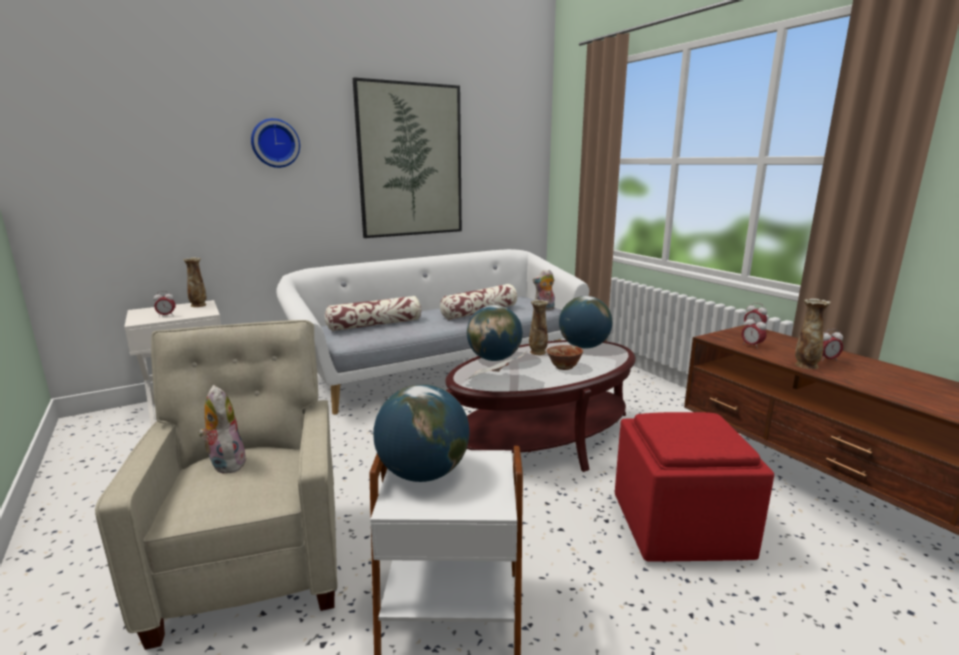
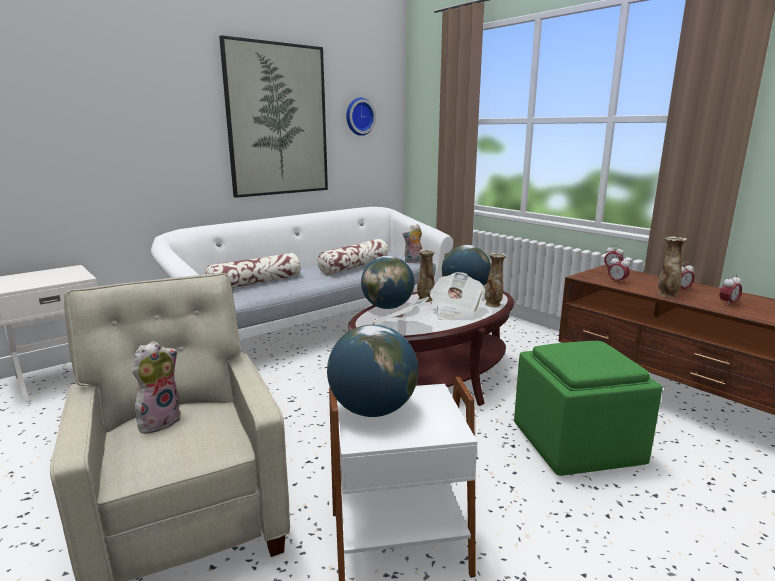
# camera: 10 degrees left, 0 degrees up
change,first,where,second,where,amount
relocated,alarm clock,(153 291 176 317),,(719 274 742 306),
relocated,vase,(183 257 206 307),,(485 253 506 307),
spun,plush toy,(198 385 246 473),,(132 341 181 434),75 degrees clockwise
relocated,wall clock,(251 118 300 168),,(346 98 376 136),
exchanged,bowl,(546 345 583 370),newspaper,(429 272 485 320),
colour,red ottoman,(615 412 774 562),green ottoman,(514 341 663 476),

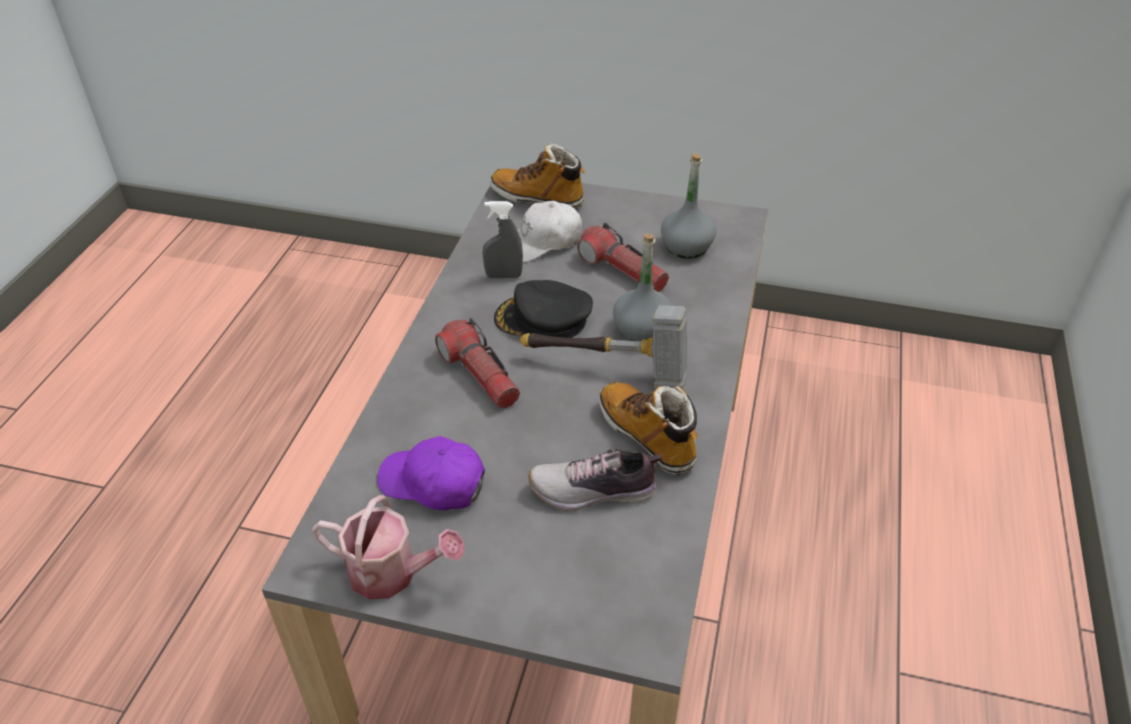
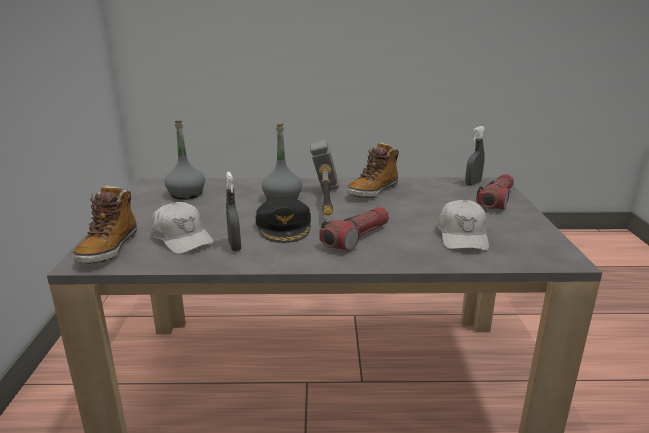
# camera: 105 degrees left, 20 degrees down
change,first,where,second,where,amount
missing,watering can,(312 495 465 599),,,
colour,purple cap,(377 436 485 510),white cap,(438 199 489 251),
missing,shoe,(529 449 662 511),,,
relocated,flashlight,(577 223 669 292),,(476 174 514 210),
appeared,,,grey spray bottle,(465 126 485 186),

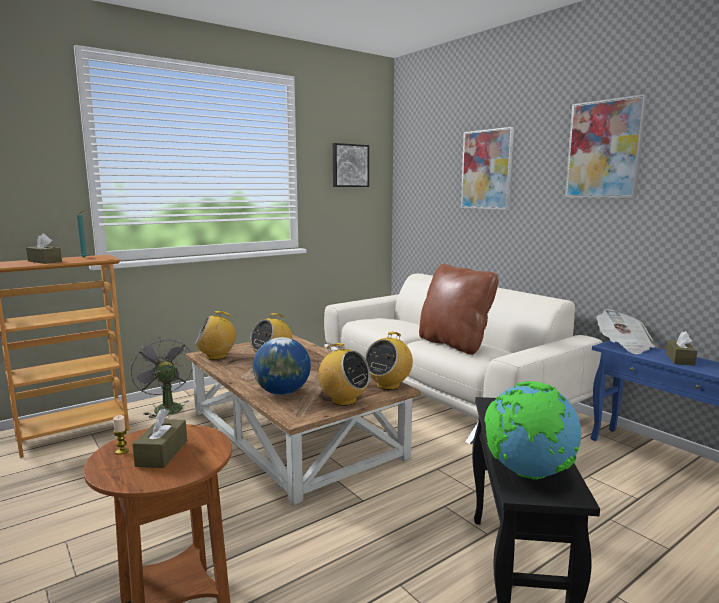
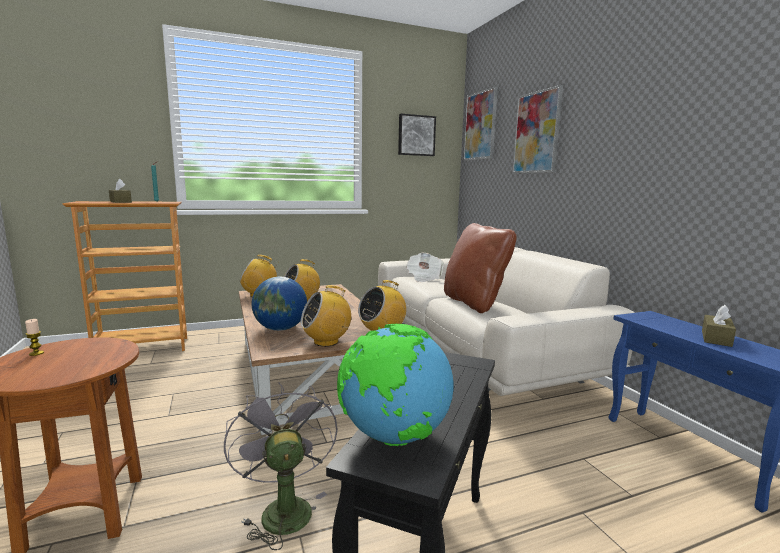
# camera: 15 degrees right, 0 degrees up
change,first,where,second,where,amount
relocated,grey fan,(130 336 192 419),,(224 383 338 550),
missing,brown tissue box,(132 409 187 468),,,
spun,radio,(314 343 370 406),,(301 285 351 347),105 degrees clockwise
relocated,picture,(565 94 647 198),,(464 86 498 160),
relocated,newspaper,(596 309 655 354),,(406 253 444 282),

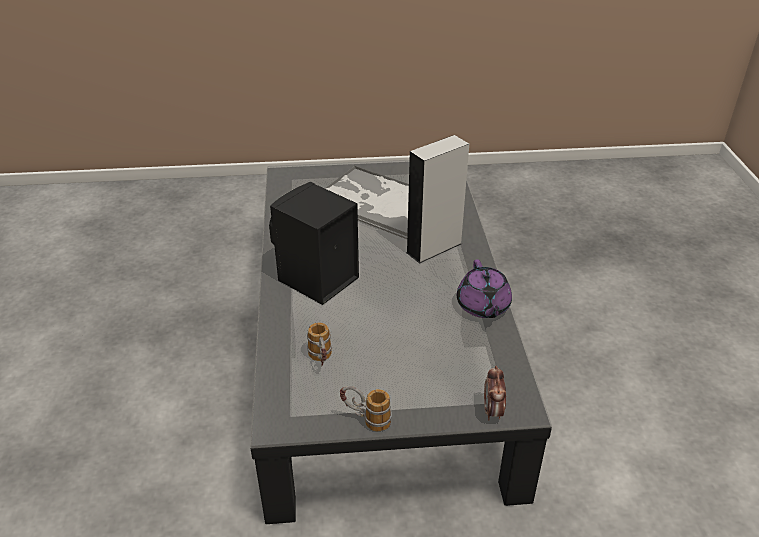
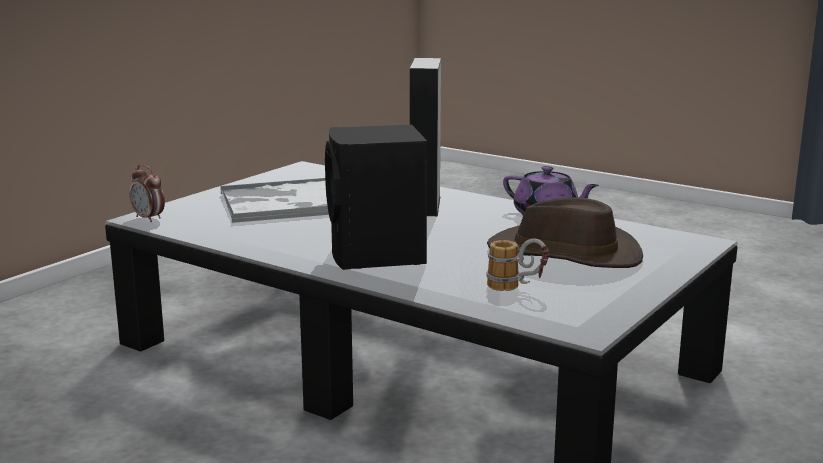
# camera: 50 degrees left, 20 degrees down
change,first,where,second,where,amount
missing,mug,(340 386 392 431),,,
relocated,alarm clock,(484 366 506 421),,(129 164 165 222),
appeared,,,brown hat,(487 197 643 268),

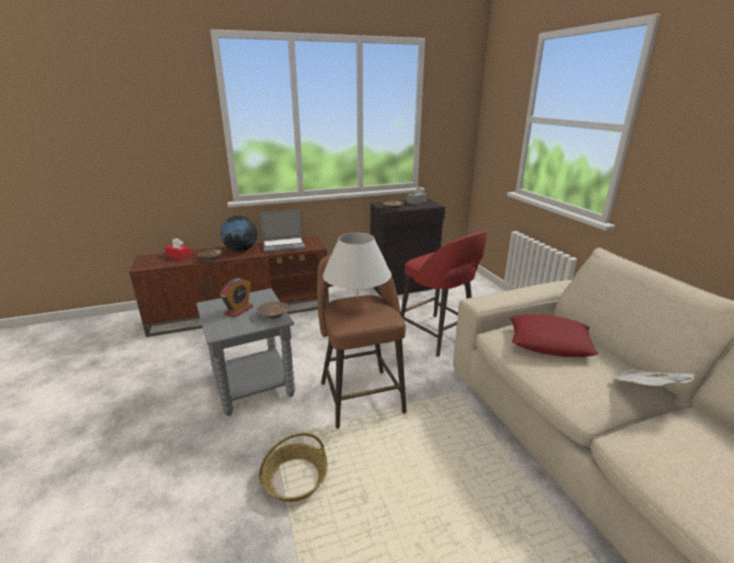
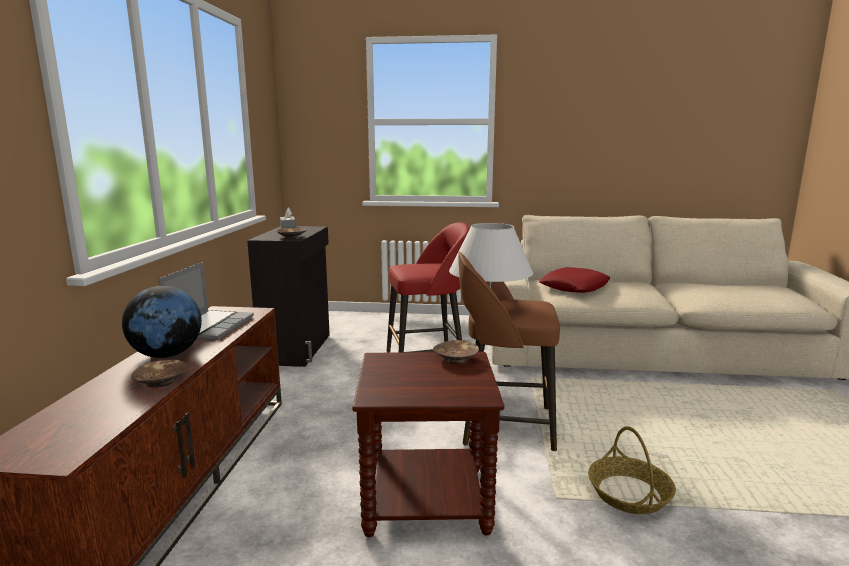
# camera: 65 degrees left, 10 degrees down
change,first,where,second,where,amount
missing,red tissue box,(165 238 191 260),,,
colour,grey side table,(196 289 295 416),brown side table,(352 352 505 537),
missing,alarm clock,(220 278 253 317),,,
missing,newspaper,(611 369 697 386),,,

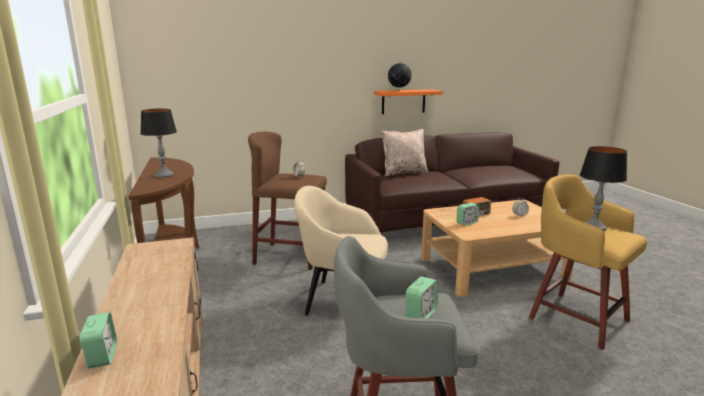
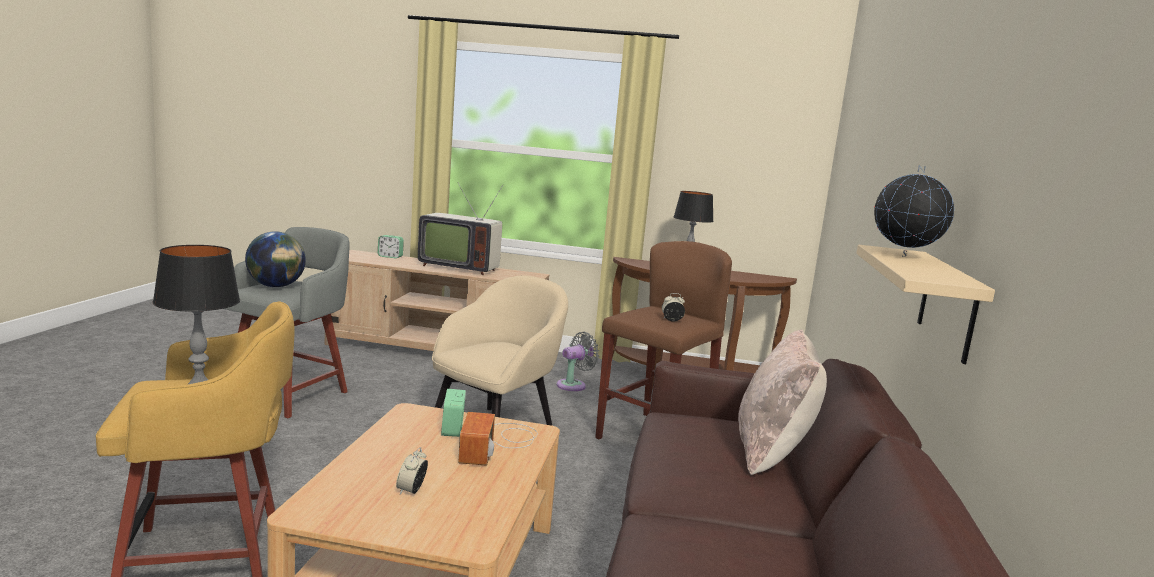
# camera: 115 degrees right, 5 degrees down
change,first,where,second,where,amount
colour,orange shelf,(374 89 443 114),beige shelf,(856 245 995 364),
exchanged,alarm clock,(406 276 438 318),globe,(245 231 306 287),
appeared,,,television,(418 183 503 275),
appeared,,,grey fan,(557 332 599 391),

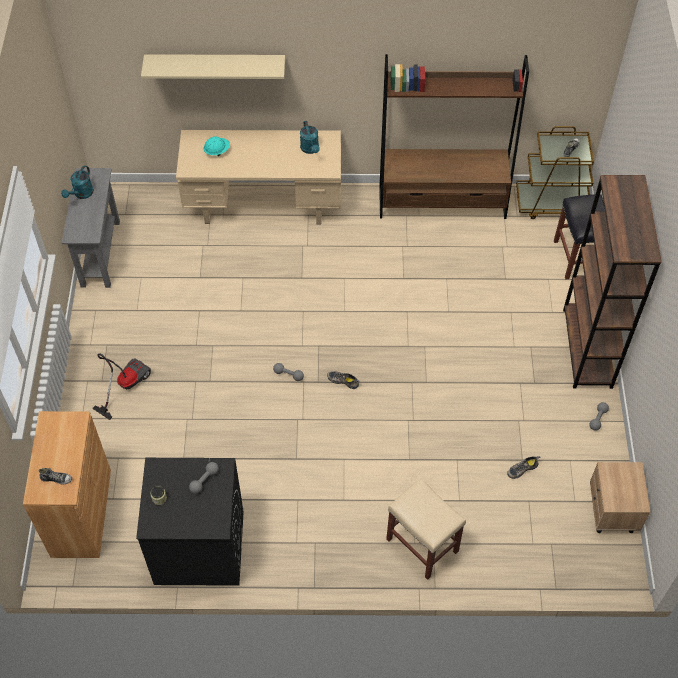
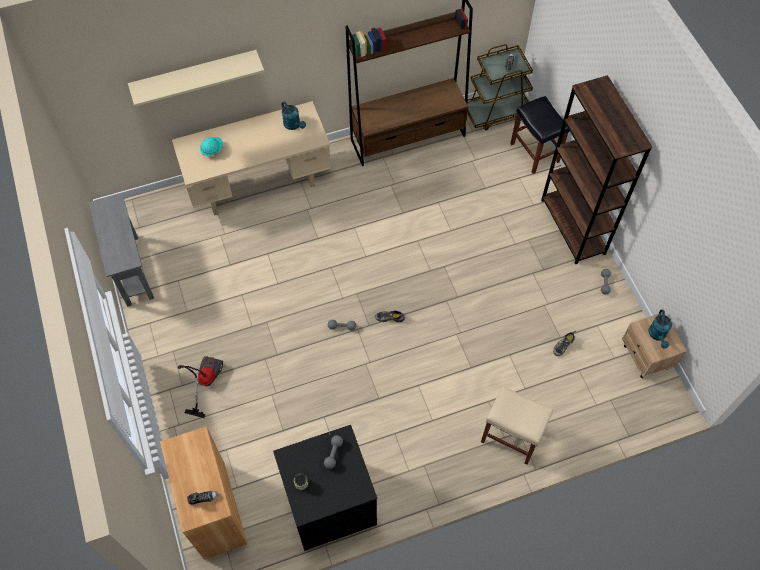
# camera: 20 degrees left, 5 degrees up
change,first,where,second,where,amount
relocated,turquoise watering can,(61 165 94 199),,(648 310 672 349),

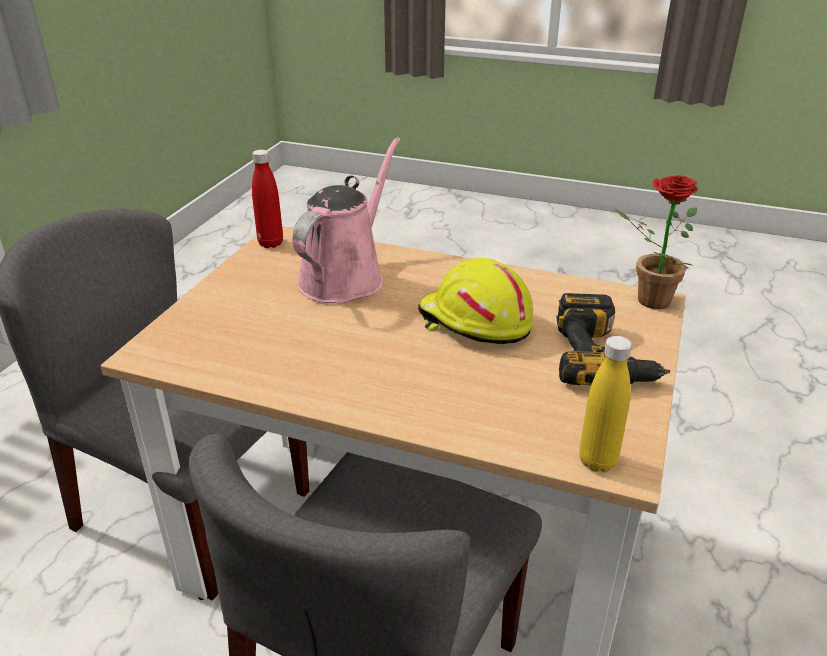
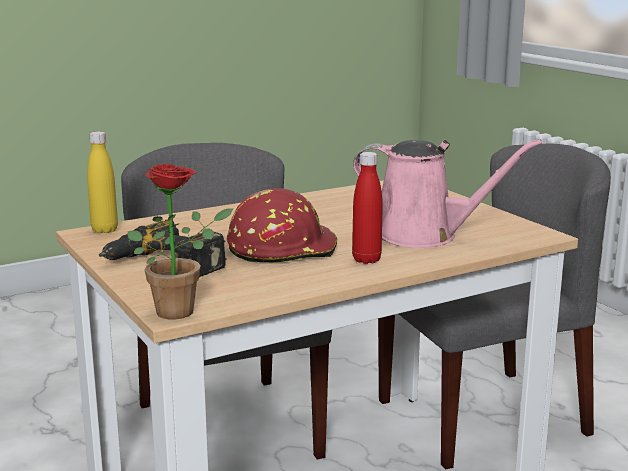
# camera: 130 degrees right, 15 degrees down
change,first,where,second,where,amount
relocated,red bottle,(252 150 283 248),,(352 152 383 264),
spun,pink watering can,(293 137 400 303),,(353 139 542 248),45 degrees counterclockwise
colour,yellow hard hat,(418 258 533 344),red hard hat,(227 188 338 262),

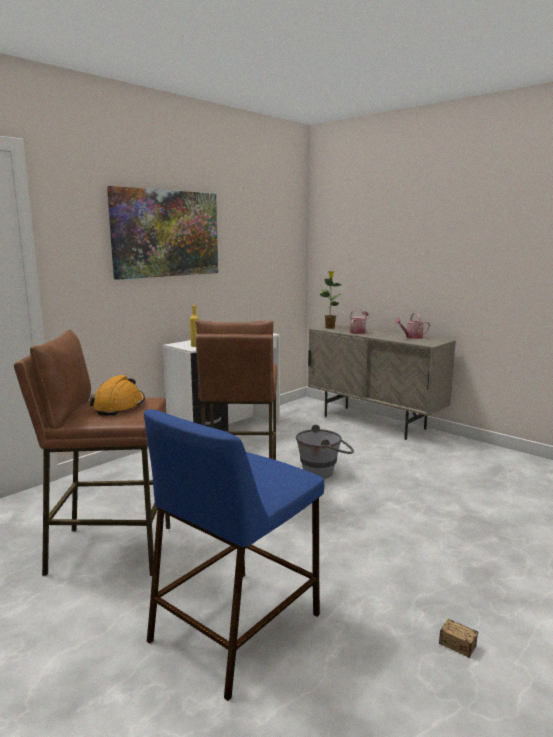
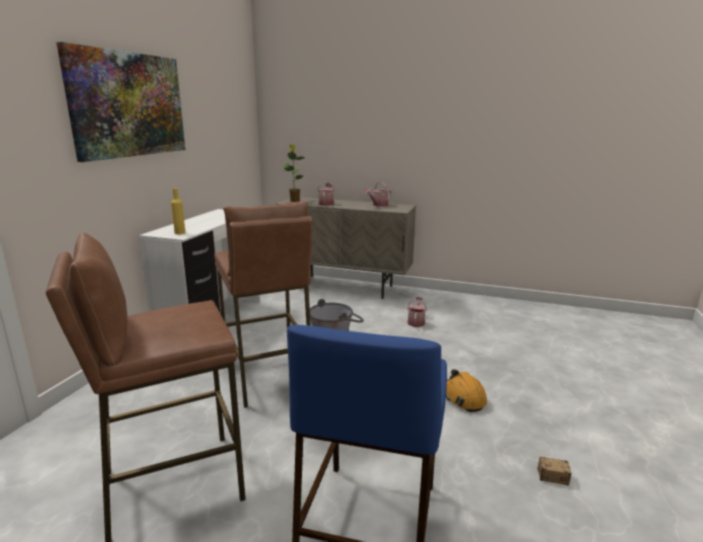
# camera: 25 degrees left, 5 degrees up
change,first,where,second,where,amount
relocated,orange hard hat,(90 375 145 416),,(446 369 487 412),
appeared,,,watering can,(407 297 427 327),

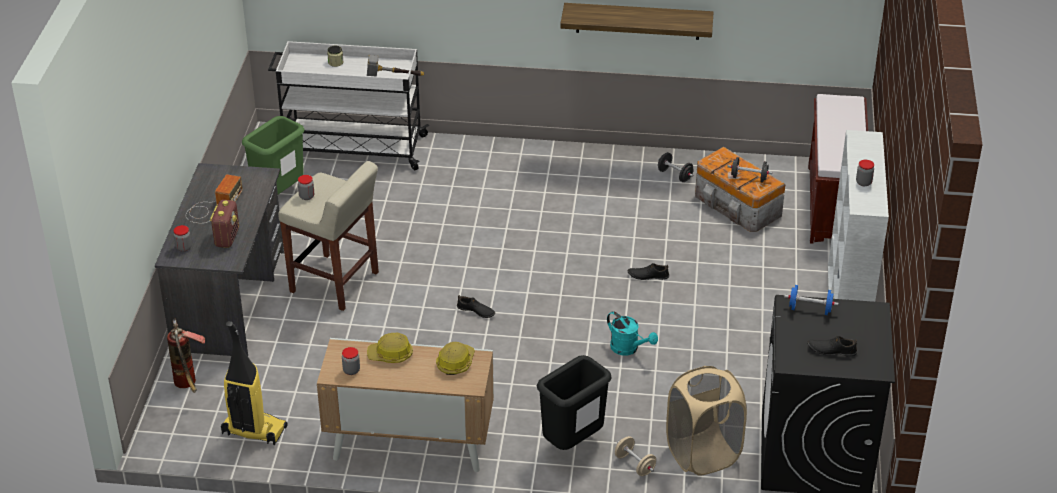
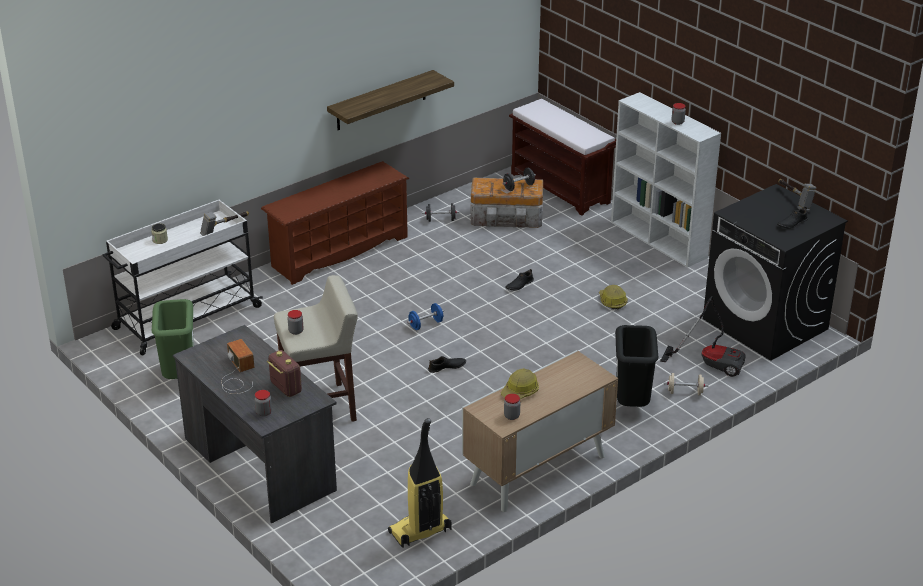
# camera: 45 degrees left, 5 degrees down
change,first,where,second,where,amount
missing,fire extinguisher,(167 319 205 393),,,
relocated,hard hat,(436 342 475 375),,(599 285 628 309),
missing,turquoise watering can,(607 311 658 356),,,
exchanged,beige laundry basket,(666 366 747 476),vacuum cleaner,(660 296 746 377),
relocated,blue dumbbell,(784 285 838 315),,(407 303 444 330),
appeared,,,brown shoe rack,(261 161 409 285),
appeared,,,hammer,(778 179 816 212),

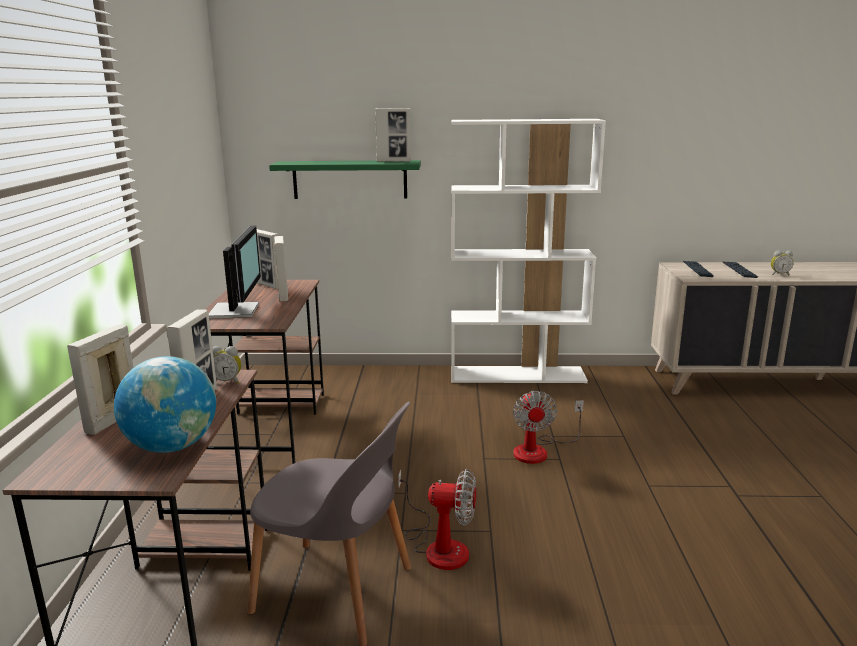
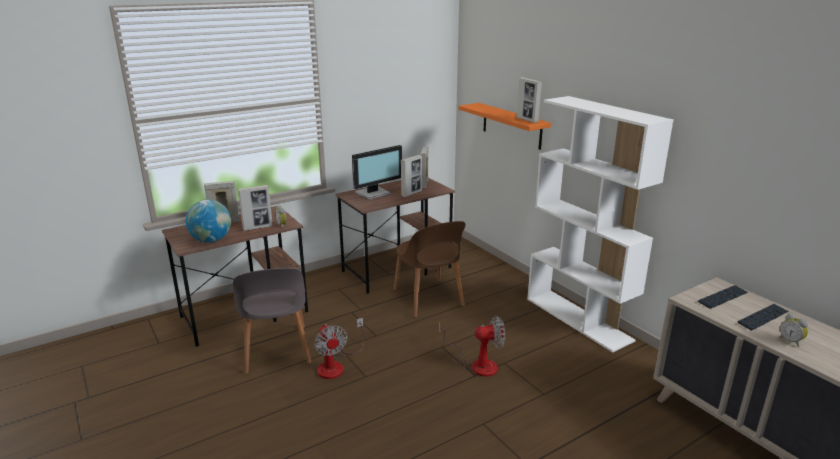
# camera: 55 degrees right, 5 degrees up
change,first,where,second,where,amount
colour,green shelf,(269 160 421 199),orange shelf,(458 103 551 150),
spun,fan,(513 391 584 464),,(439 316 505 377),150 degrees counterclockwise
appeared,,,brown chair,(393 221 466 317),

